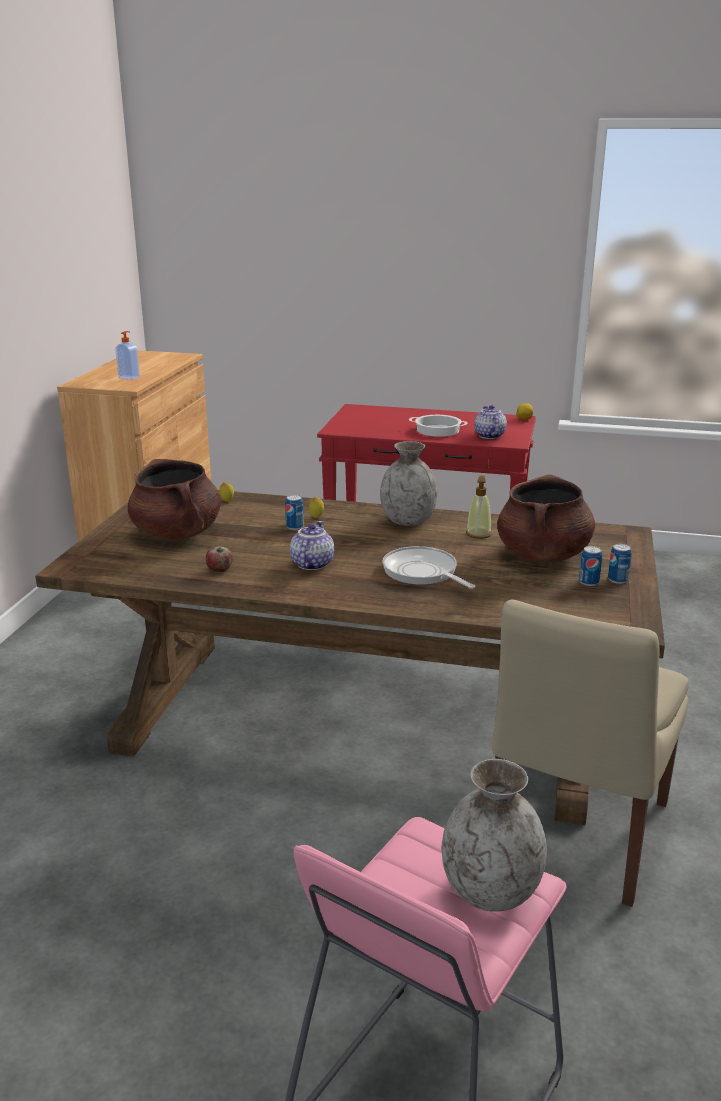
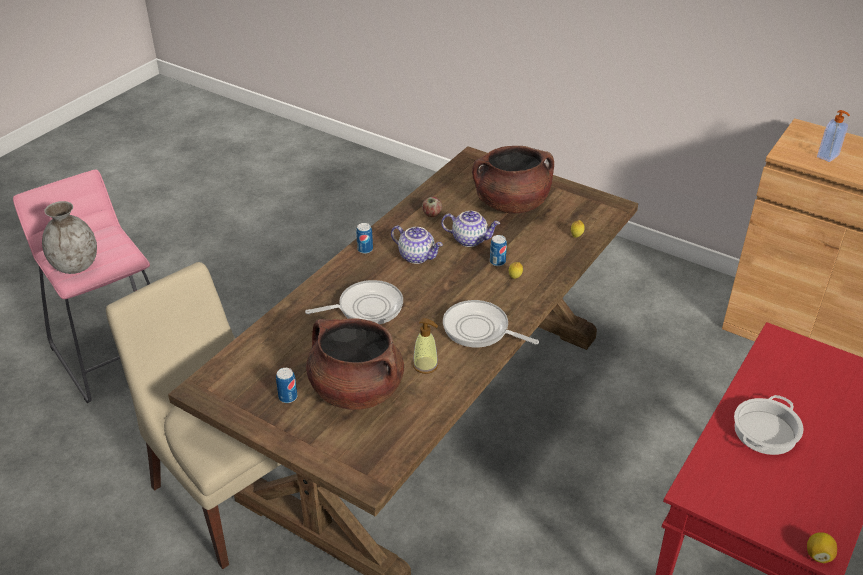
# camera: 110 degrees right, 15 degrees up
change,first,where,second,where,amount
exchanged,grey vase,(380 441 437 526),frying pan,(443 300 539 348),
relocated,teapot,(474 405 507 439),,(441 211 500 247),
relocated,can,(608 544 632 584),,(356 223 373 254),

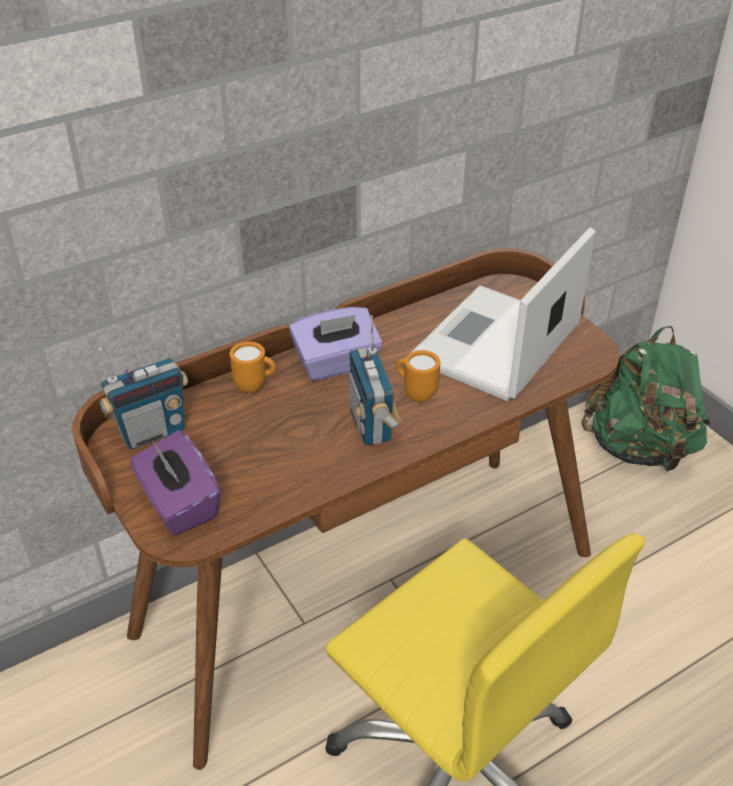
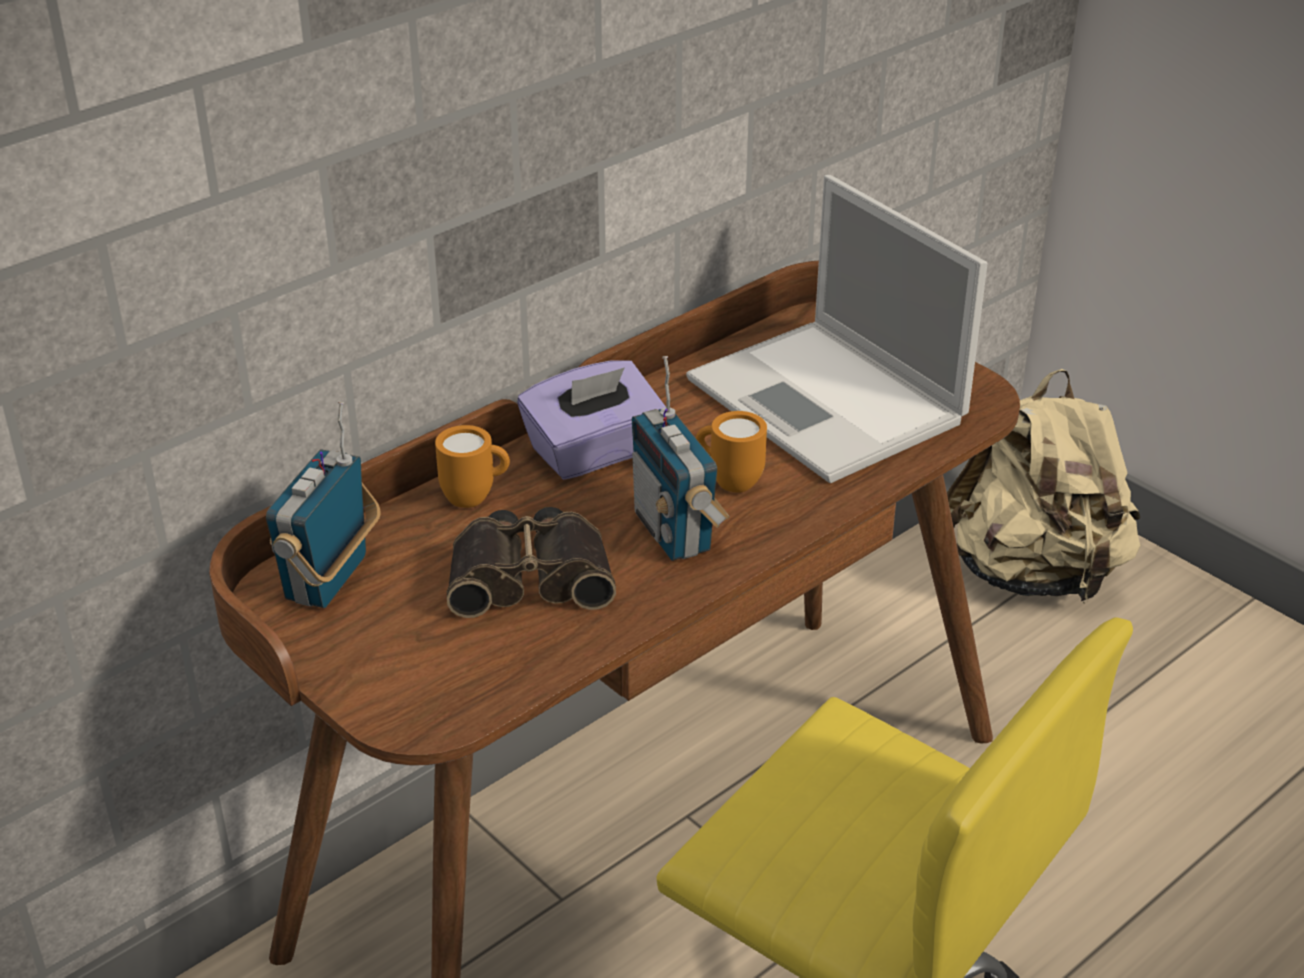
# camera: 10 degrees left, 5 degrees down
change,first,where,second,where,amount
spun,radio,(99 347 188 450),,(266 401 381 608),150 degrees clockwise
missing,purple tissue box,(130 430 221 535),,,
spun,laptop,(412 228 596 401),,(686 175 987 483),60 degrees counterclockwise
colour,green backpack,(581 326 710 474),beige backpack,(947 369 1141 603),
appeared,,,binoculars,(447 507 616 618),

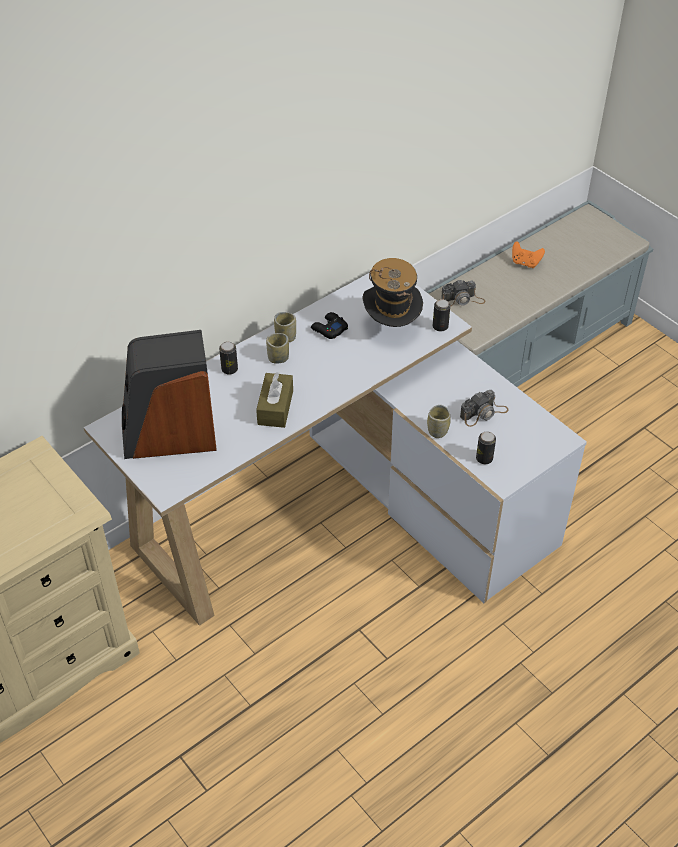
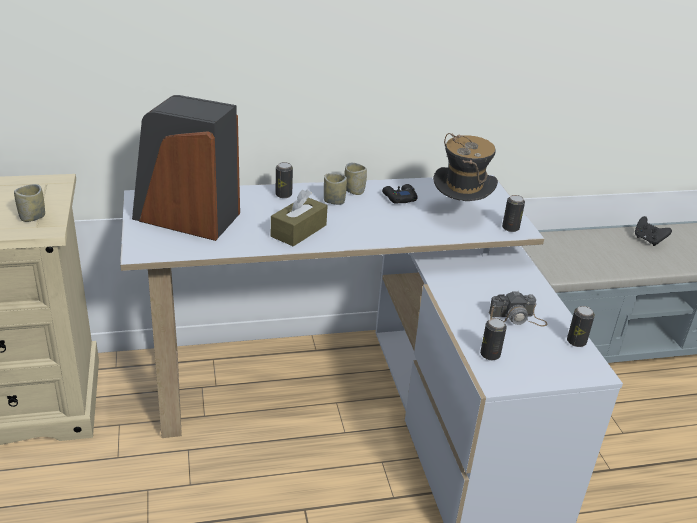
# camera: 25 degrees right, 15 degrees down
change,first,where,second,where,amount
relocated,cup,(427 405 450 438),,(14 184 45 222),
missing,photo camera,(441 279 485 307),,,
colour,orange game controller,(512 241 545 268),black game controller,(635 216 672 246),
appeared,,,can,(567 306 595 347),

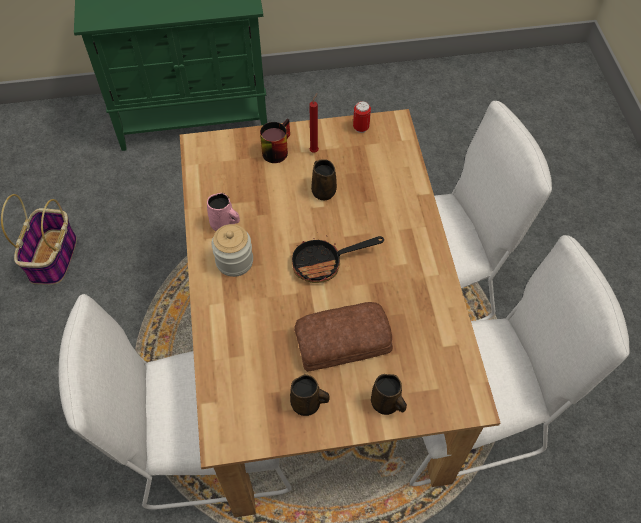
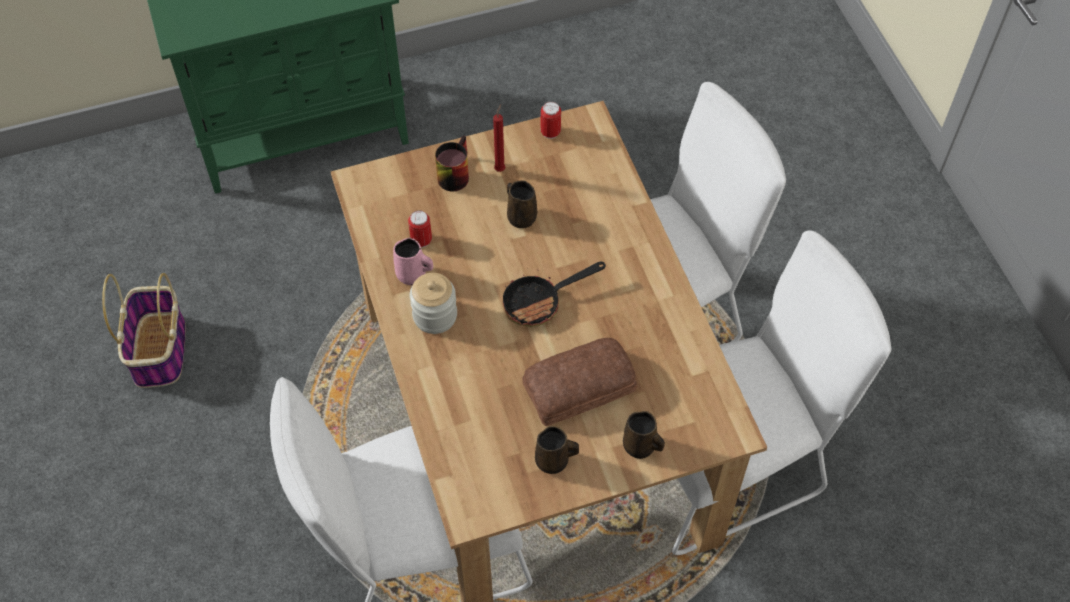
# camera: 10 degrees left, 0 degrees up
change,first,where,second,where,amount
appeared,,,can,(408 210 432 248),

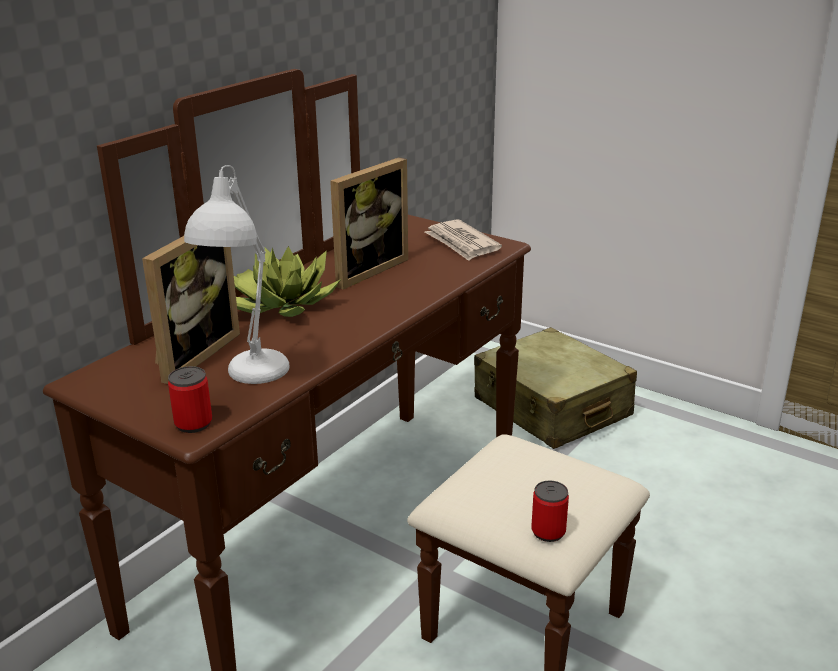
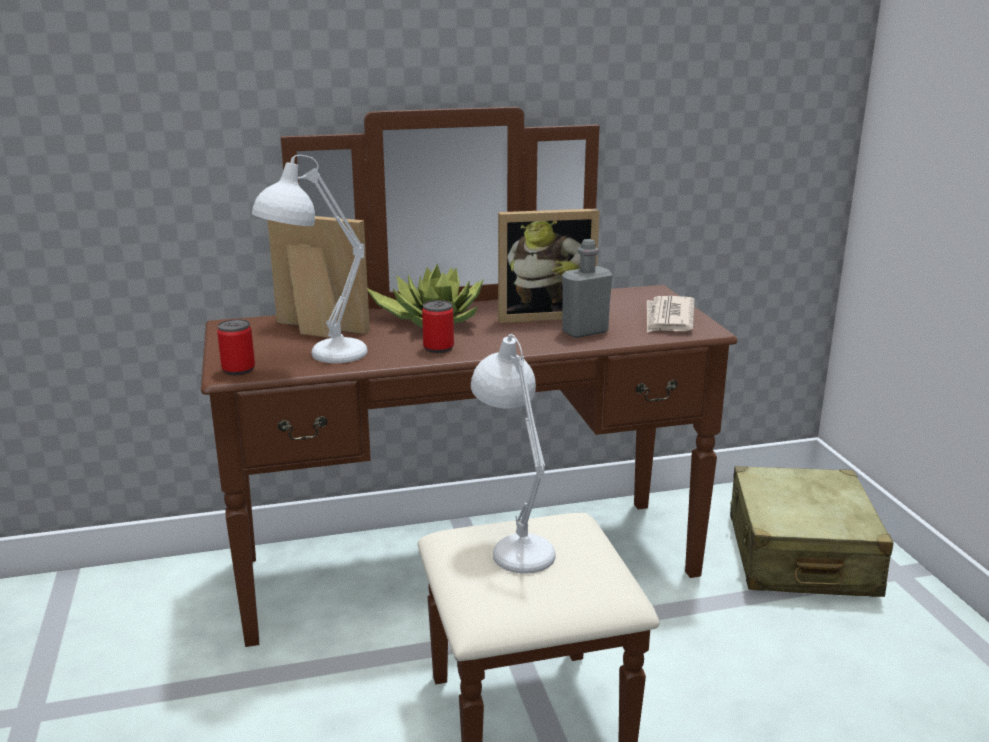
# camera: 40 degrees right, 5 degrees down
change,first,where,second,where,amount
spun,picture frame,(142 236 240 384),,(268 216 370 338),135 degrees counterclockwise
relocated,can,(531 480 569 542),,(422 300 454 353),
appeared,,,white table lamp,(471 334 556 574),
appeared,,,grey bottle,(562 239 612 338),

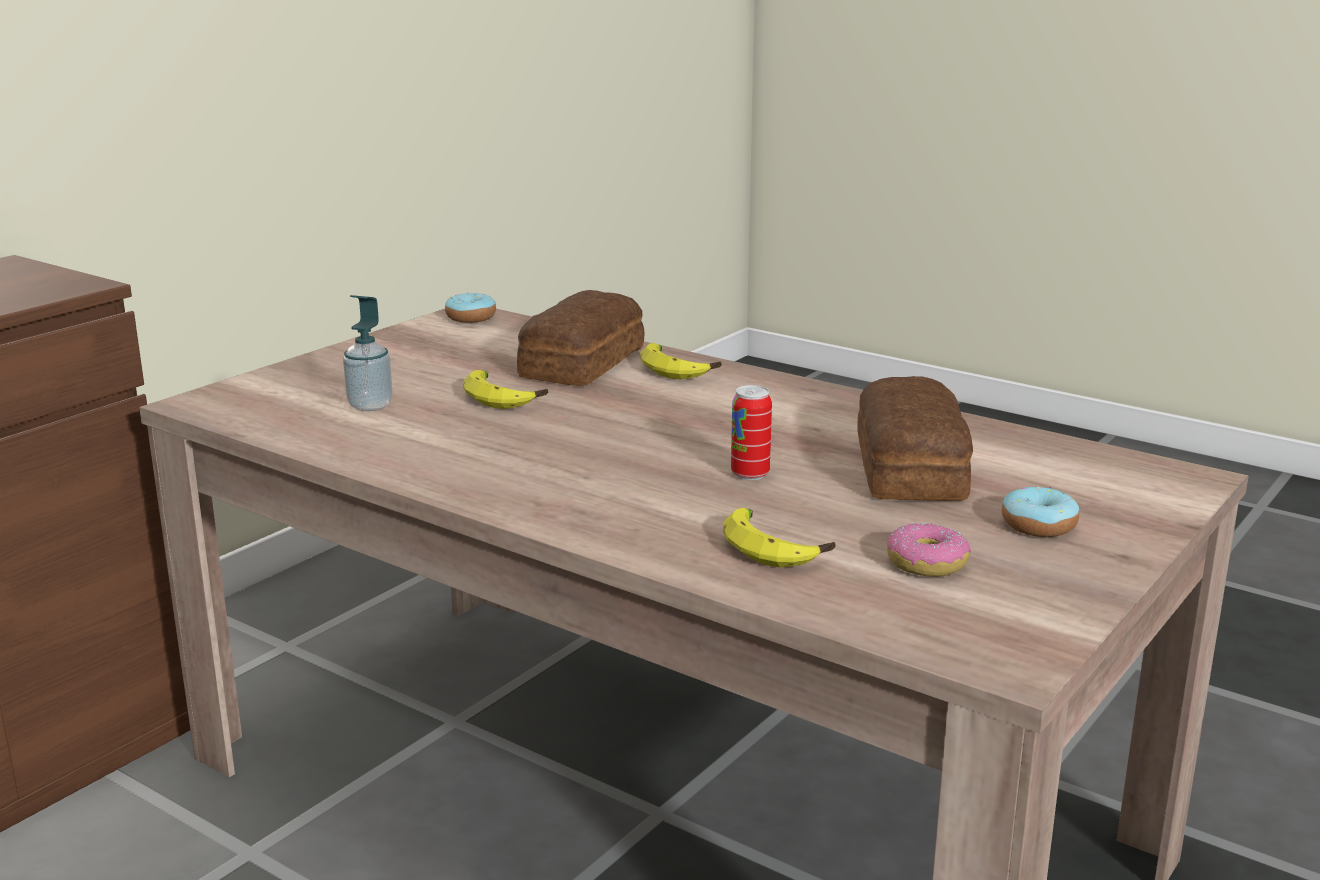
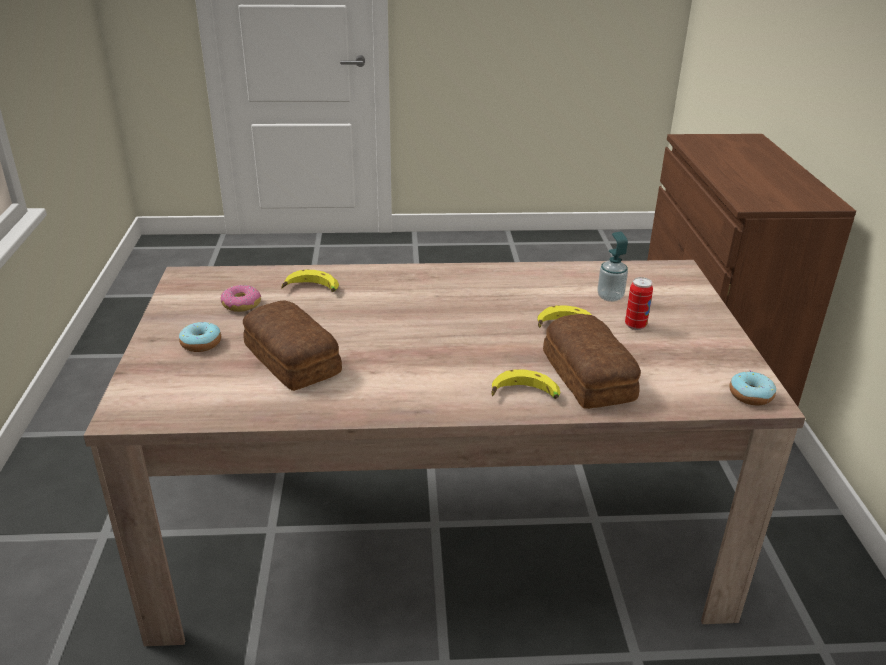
# camera: 140 degrees right, 10 degrees up
change,first,where,second,where,amount
relocated,can,(731 385 772 480),,(625 277 653 330),

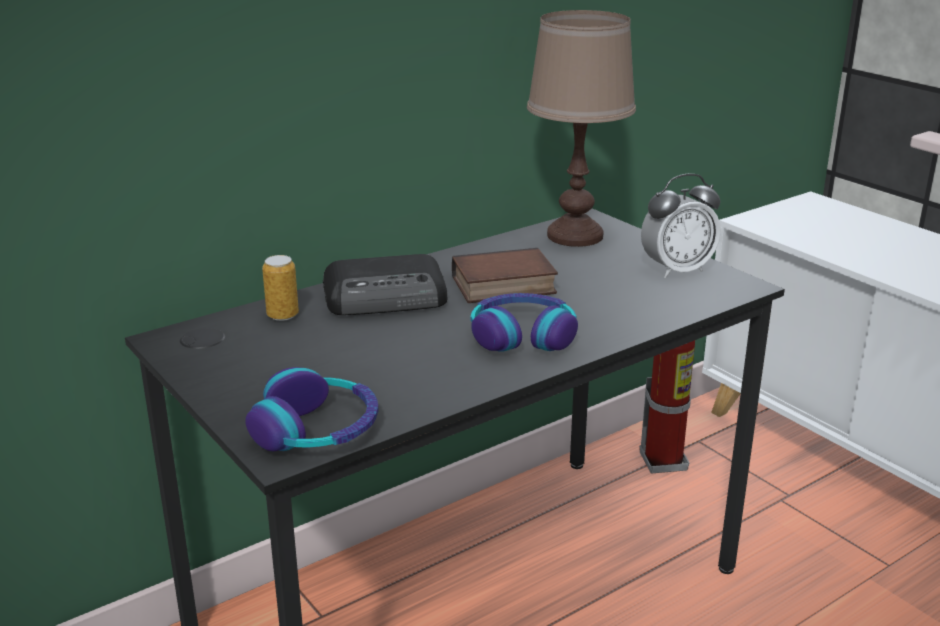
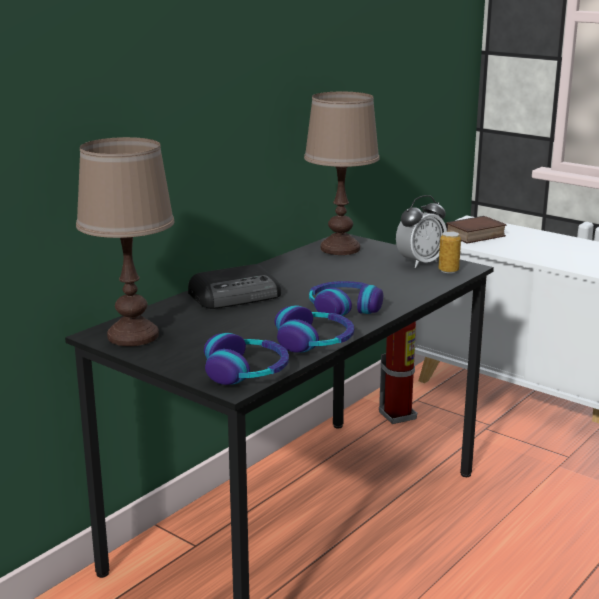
# camera: 15 degrees left, 5 degrees down
change,first,where,second,where,amount
relocated,can,(262 255 299 321),,(439 231 461 273),
relocated,book,(452 248 558 303),,(446 216 507 243),
appeared,,,brown table lamp,(76 137 175 346),
appeared,,,headphones,(275 305 354 353),

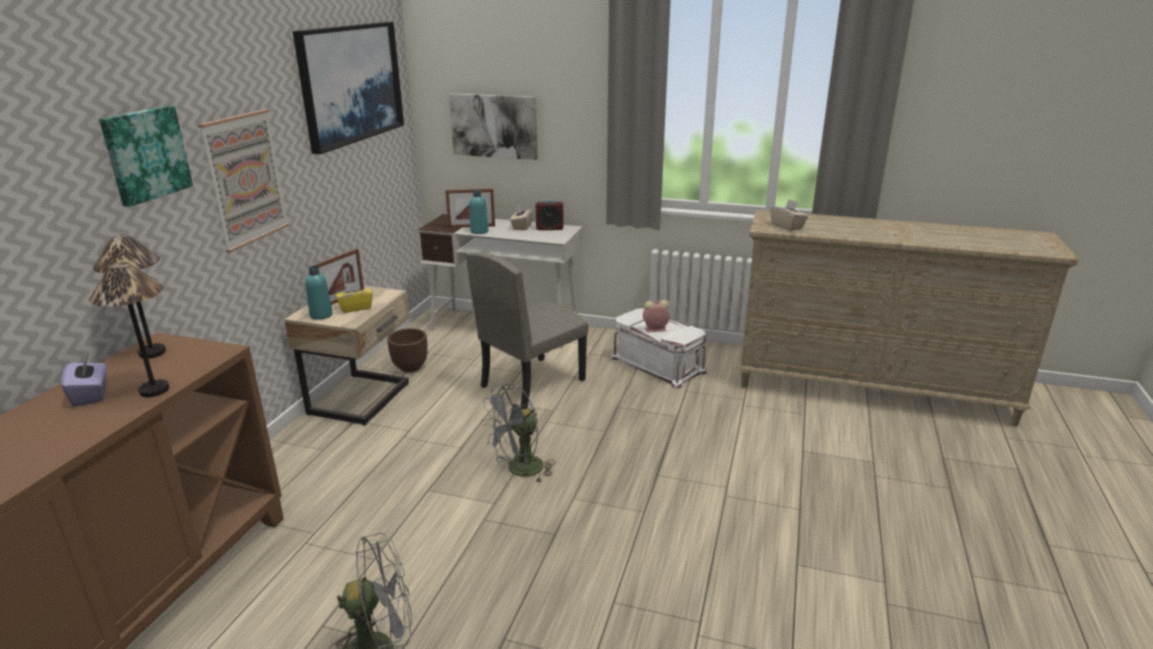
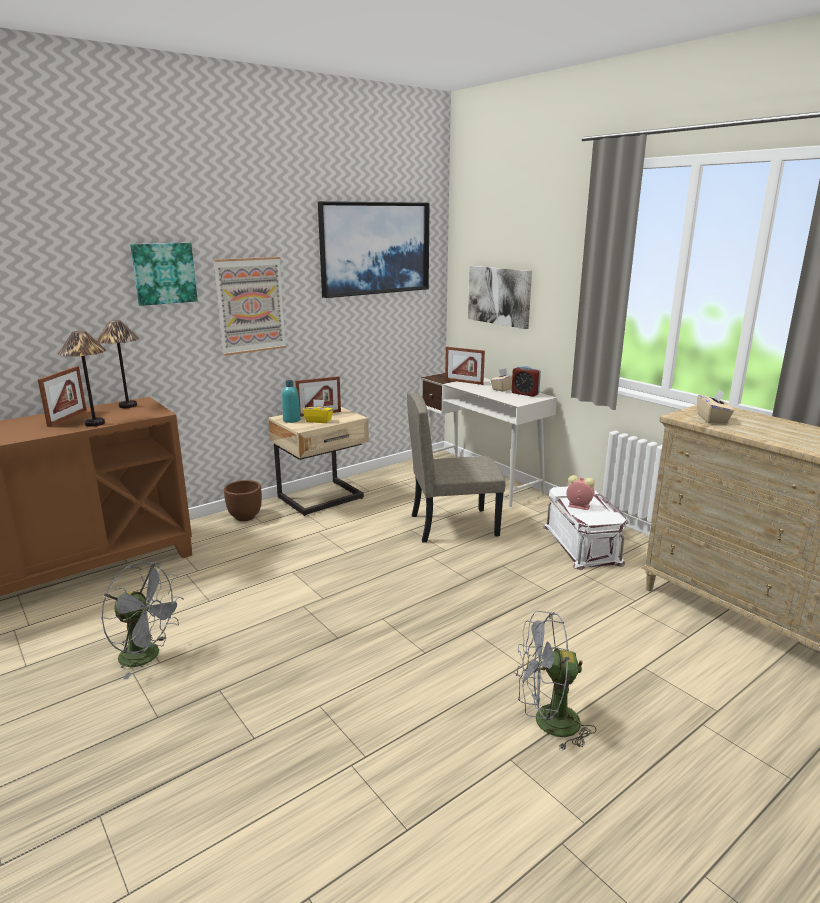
# camera: 35 degrees right, 5 degrees down
change,first,where,second,where,amount
exchanged,purple tissue box,(61 355 106 407),picture frame,(38 366 87 427),
relocated,brown planter,(387 328 428 373),,(224 480 262 521),
missing,turquoise bottle,(470 190 488 234),,,
relocated,grey fan,(481 383 555 484),,(516 611 597 751),

